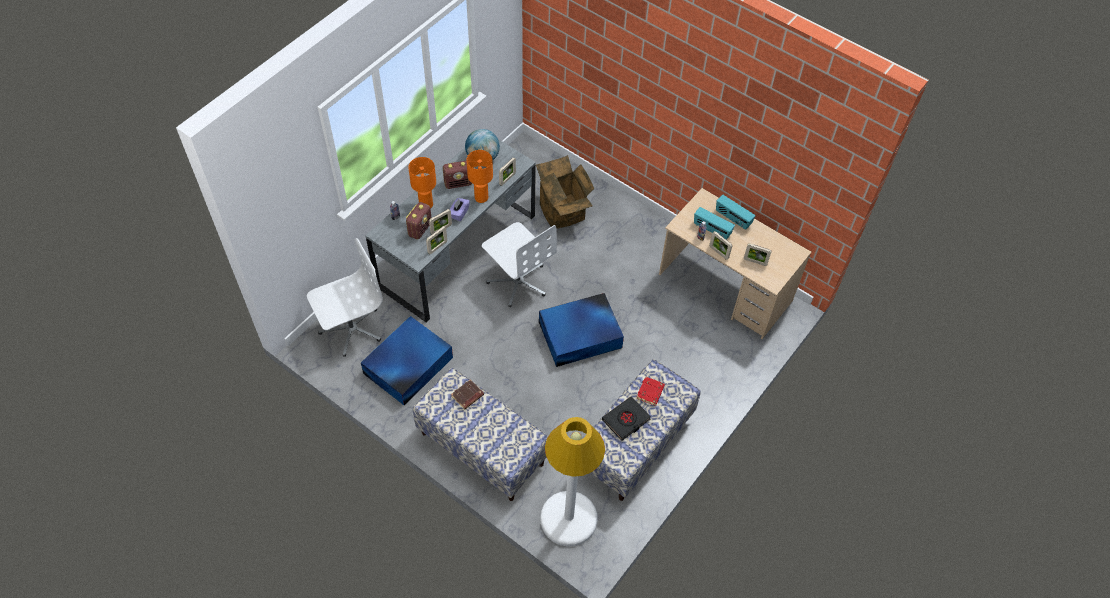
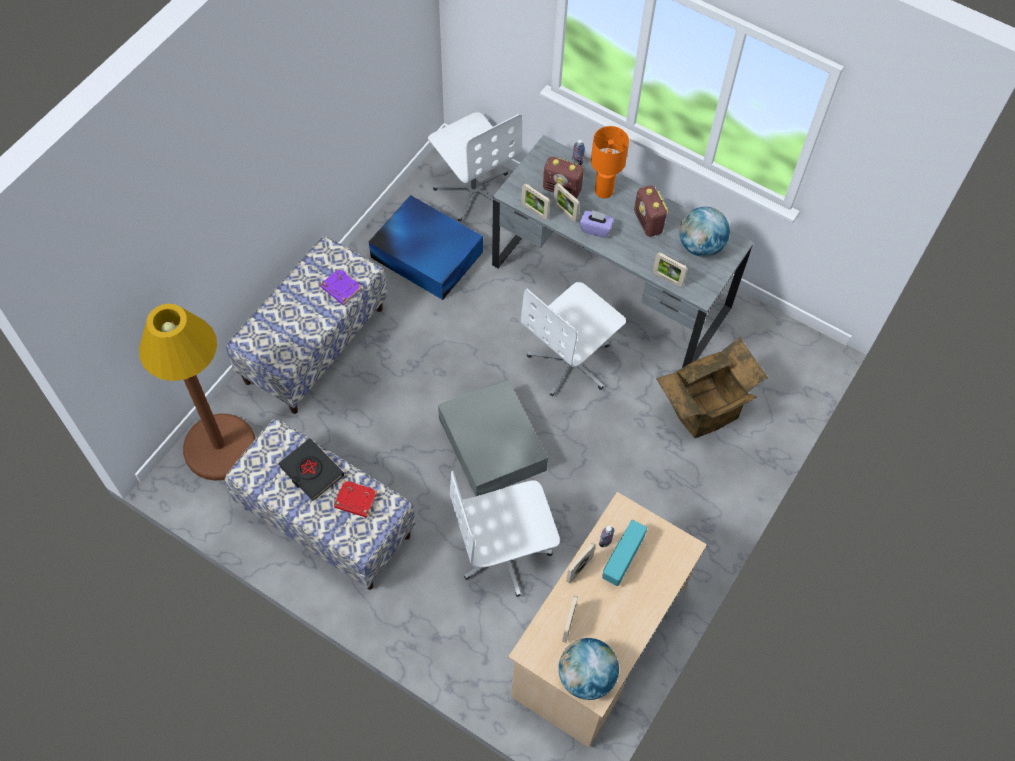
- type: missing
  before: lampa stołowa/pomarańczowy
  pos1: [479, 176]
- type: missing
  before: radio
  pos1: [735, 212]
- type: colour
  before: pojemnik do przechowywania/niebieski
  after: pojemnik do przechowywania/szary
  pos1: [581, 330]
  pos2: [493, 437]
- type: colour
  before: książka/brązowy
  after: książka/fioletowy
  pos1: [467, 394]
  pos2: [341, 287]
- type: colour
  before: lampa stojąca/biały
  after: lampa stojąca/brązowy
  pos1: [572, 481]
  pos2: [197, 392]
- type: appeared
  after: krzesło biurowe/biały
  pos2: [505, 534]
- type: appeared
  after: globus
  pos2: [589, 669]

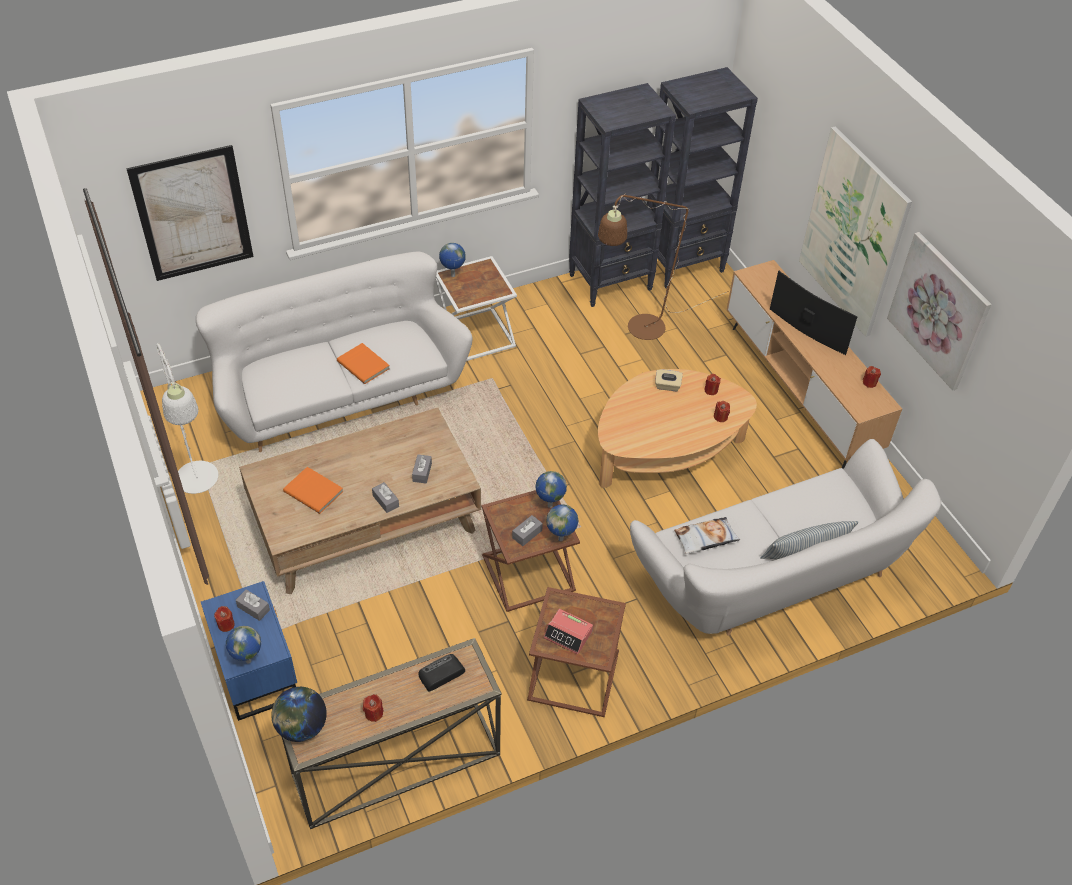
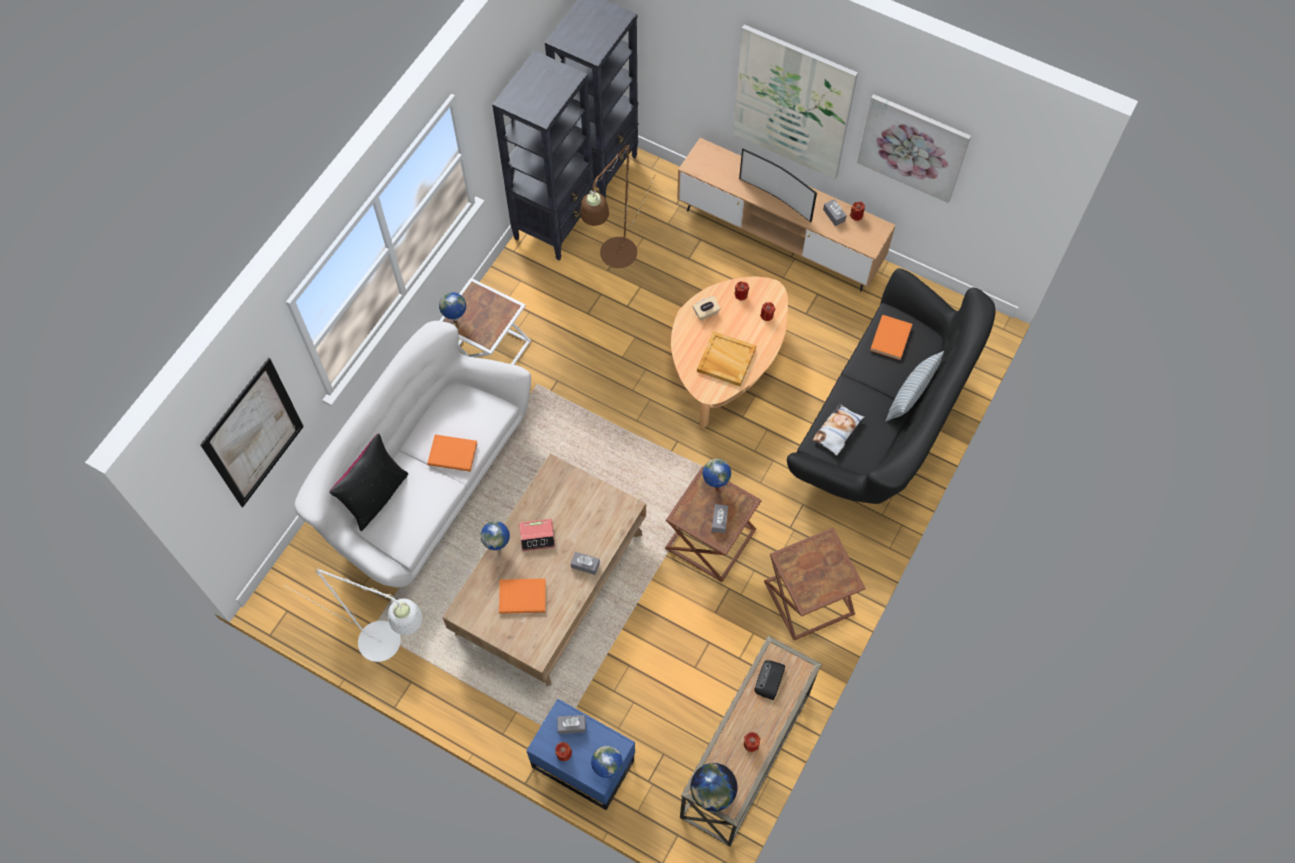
- type: spun
  before: telewizor
  pos1: [814, 313]
  pos2: [778, 185]
  turn: -150
- type: colour
  before: kanapa/biały
  after: kanapa/czarny
  pos1: [785, 537]
  pos2: [891, 386]
- type: relocated
  before: pudełko chusteczek/szary
  pos1: [422, 469]
  pos2: [835, 212]
- type: relocated
  before: globus
  pos1: [562, 522]
  pos2: [495, 535]
- type: relocated
  before: budzik
  pos1: [568, 632]
  pos2: [537, 535]
- type: appeared
  after: książka/pomarańczowy
  pos2: [891, 337]
- type: appeared
  after: taca/beżowy
  pos2: [726, 359]
- type: appeared
  after: poduszka/czarny
  pos2: [368, 482]

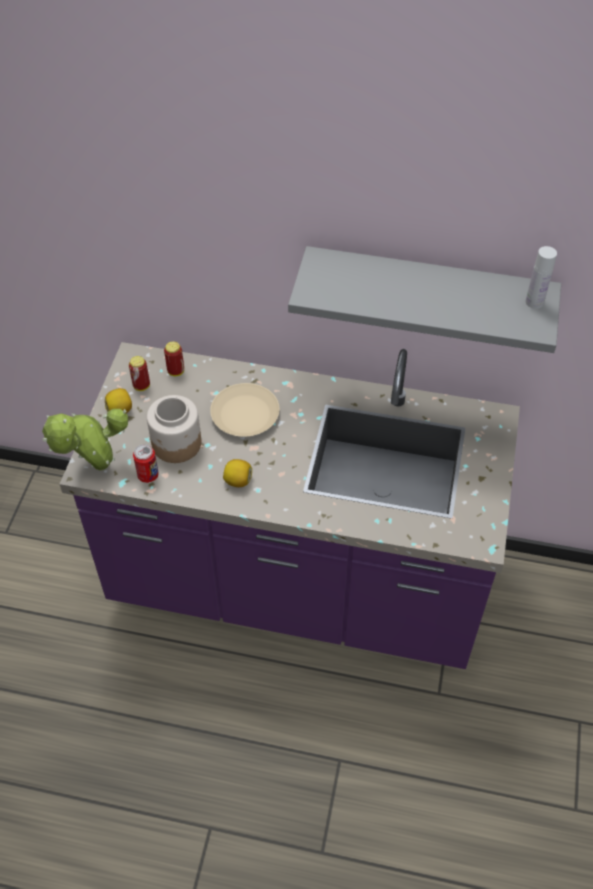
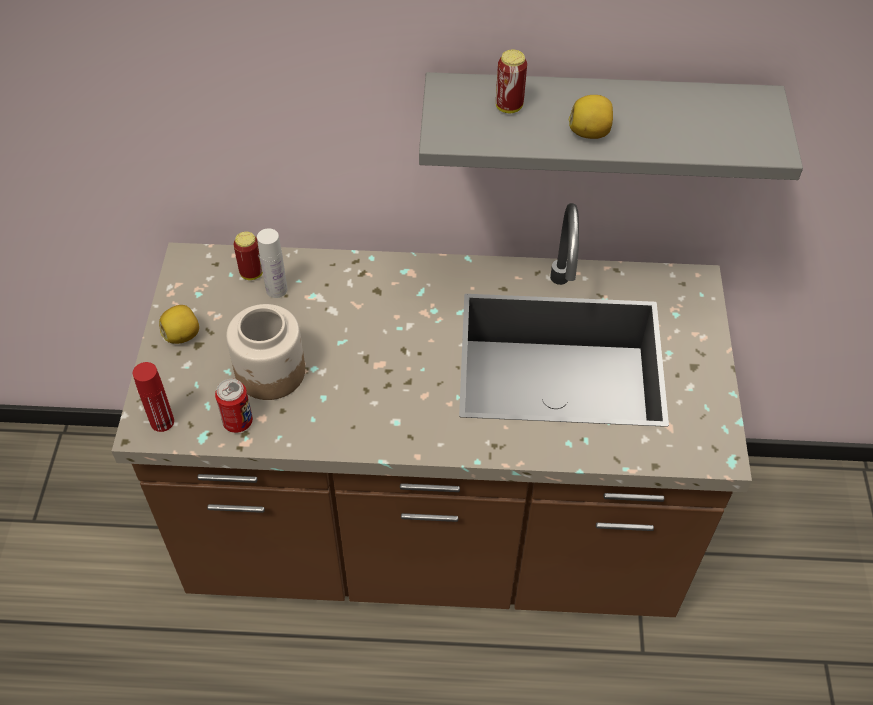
- type: relocated
  before: butelka/biały
  pos1: [541, 277]
  pos2: [272, 263]
- type: colour
  before: zabudowa kuchenna/fioletowy
  after: zabudowa kuchenna/brązowy
  pos1: [290, 505]
  pos2: [432, 410]
- type: relocated
  before: puszka
  pos1: [139, 373]
  pos2: [511, 81]
- type: missing
  before: talerz/beżowy
  pos1: [244, 410]
- type: exchanged
  before: roślina doniczkowa
  after: butelka/czerwony
  pos1: [85, 439]
  pos2: [153, 397]
- type: relocated
  before: cytryna
  pos1: [237, 473]
  pos2: [591, 117]

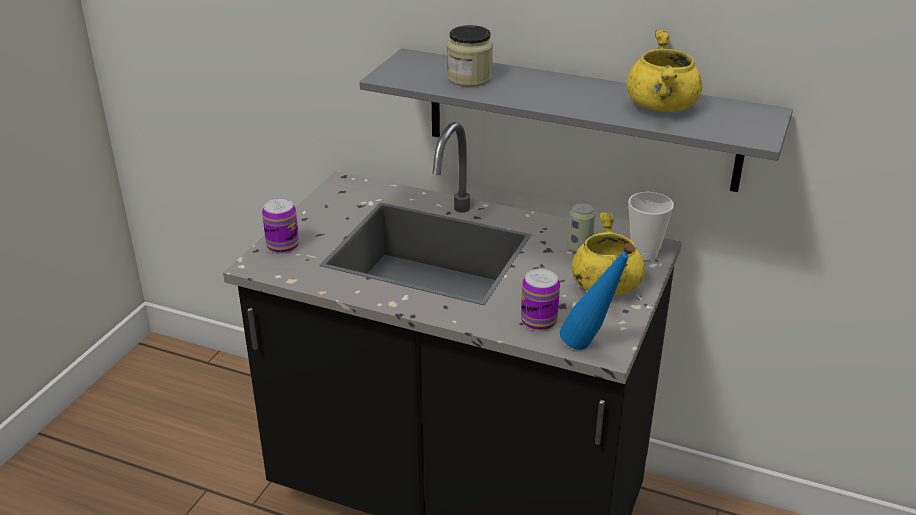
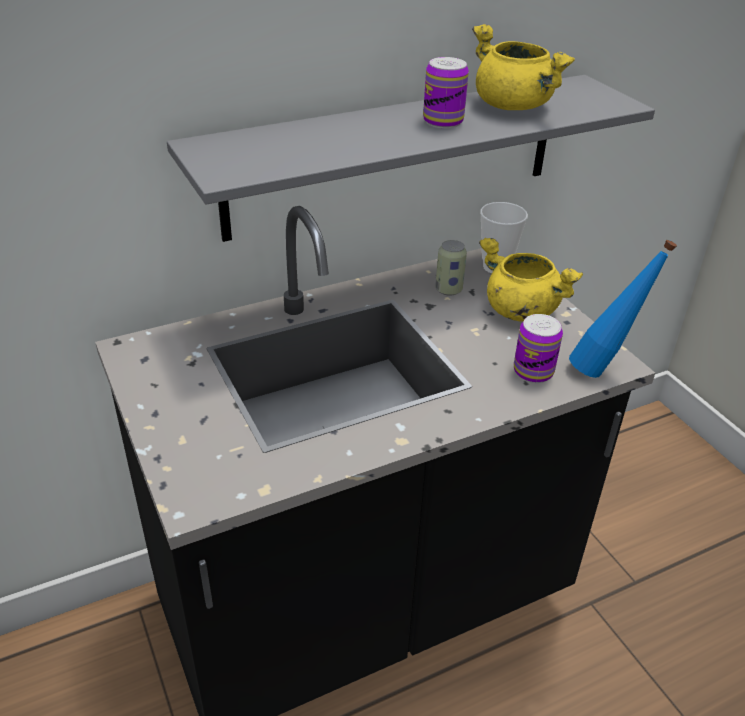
- type: missing
  before: słoik
  pos1: [470, 56]
- type: relocated
  before: puszka
  pos1: [280, 226]
  pos2: [446, 93]

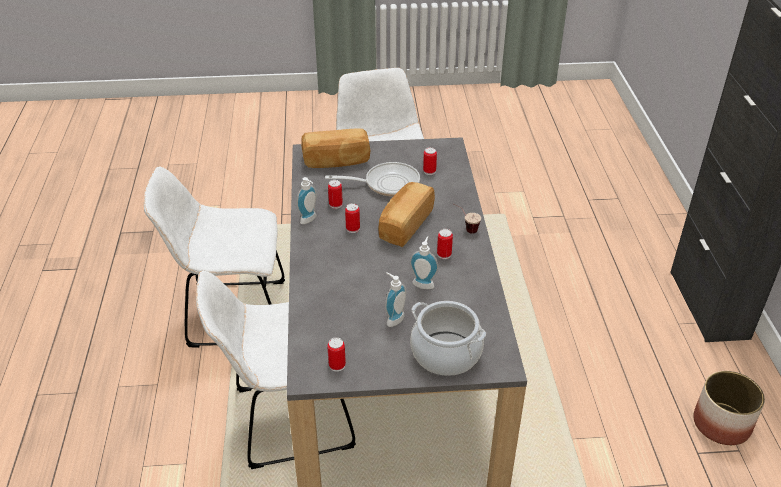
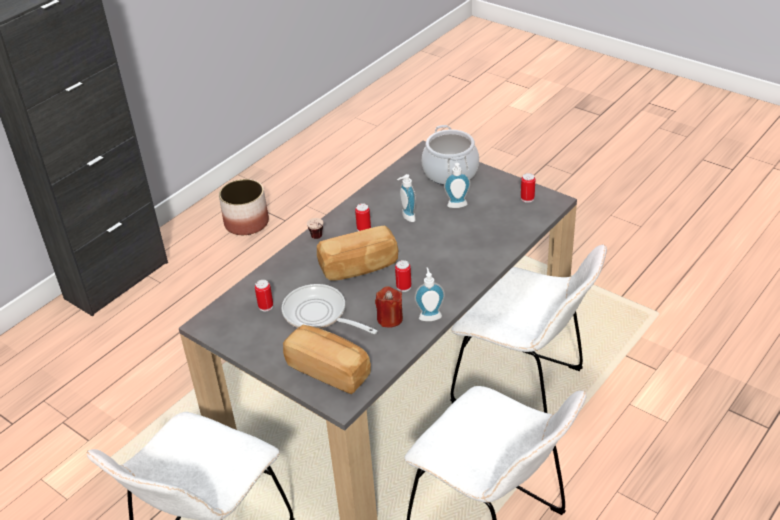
- type: exchanged
  before: puszka
  after: świeca/czerwony
  pos1: [335, 194]
  pos2: [389, 307]

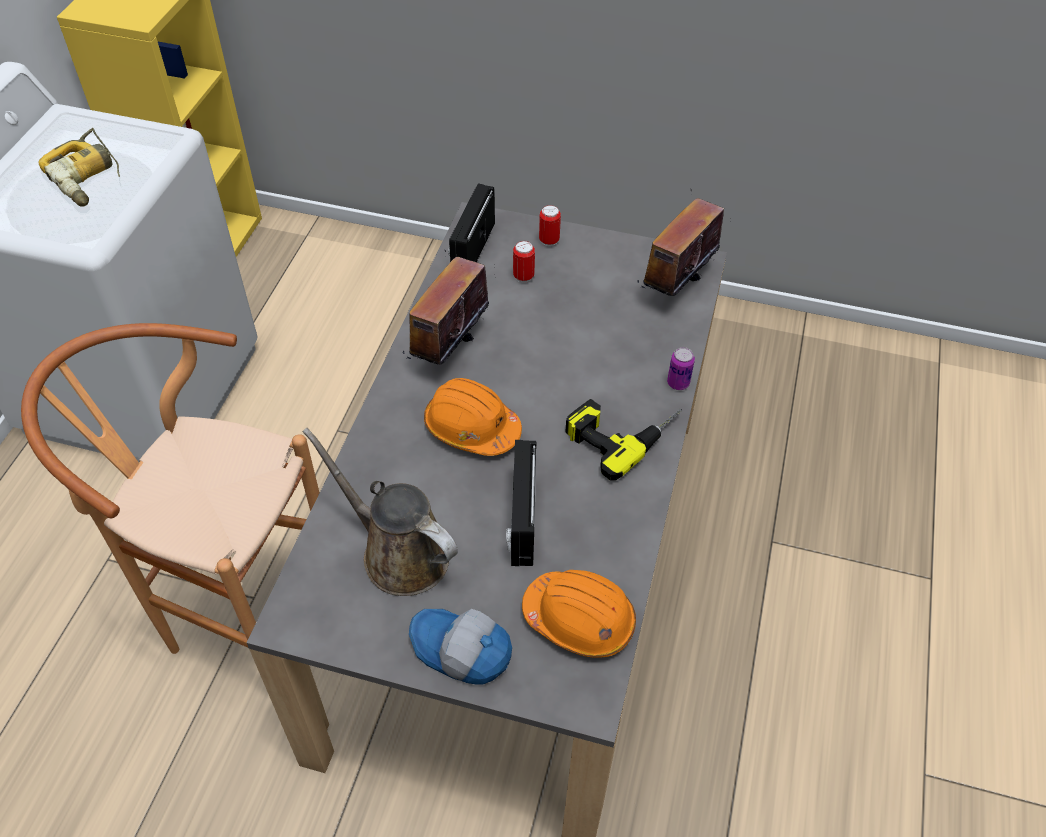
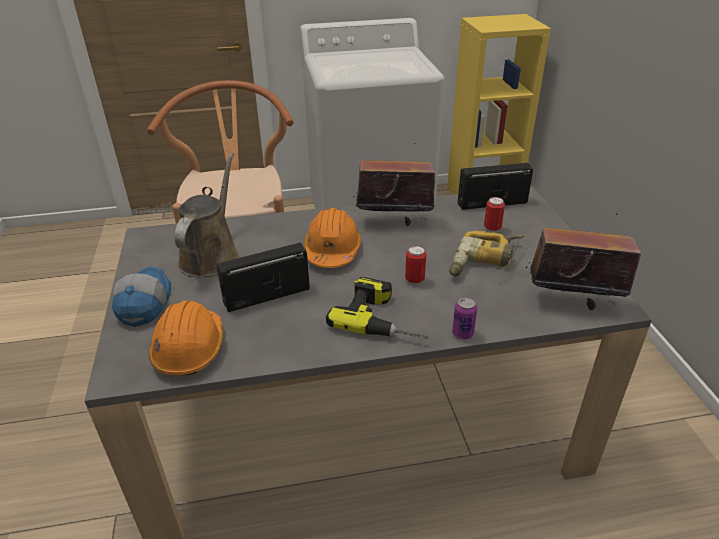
- type: relocated
  before: wiertarka
  pos1: [79, 167]
  pos2: [486, 253]
- type: relocated
  before: puszka
  pos1: [550, 225]
  pos2: [416, 265]

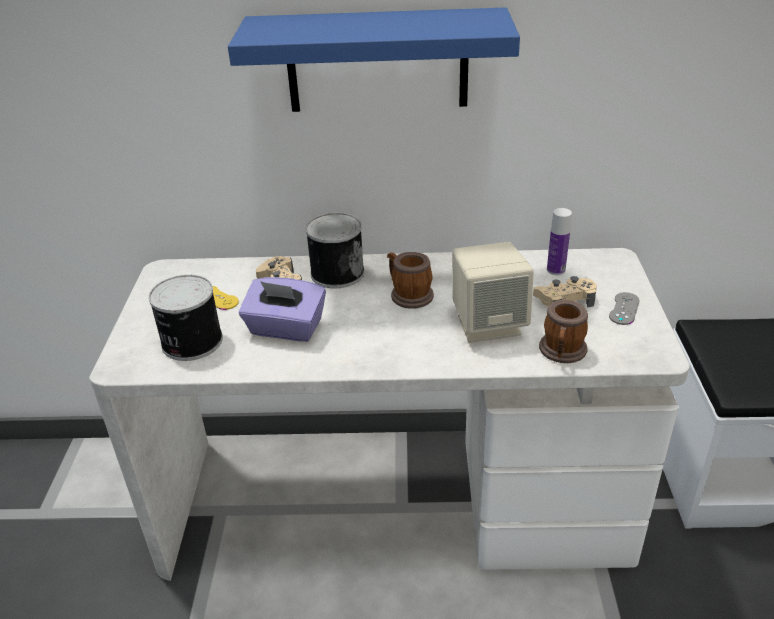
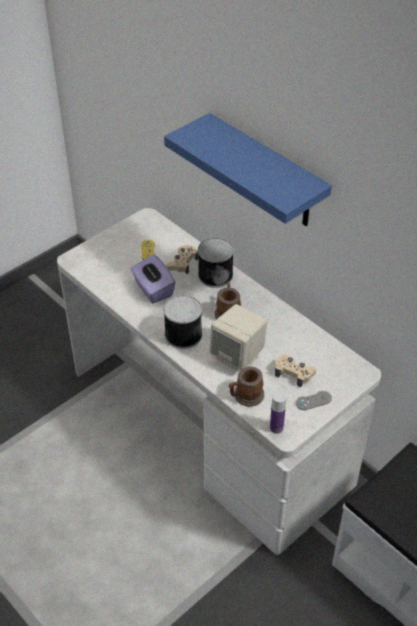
- type: relocated
  before: butelka
  pos1: [559, 241]
  pos2: [278, 413]
- type: relocated
  before: puszka
  pos1: [185, 318]
  pos2: [182, 322]

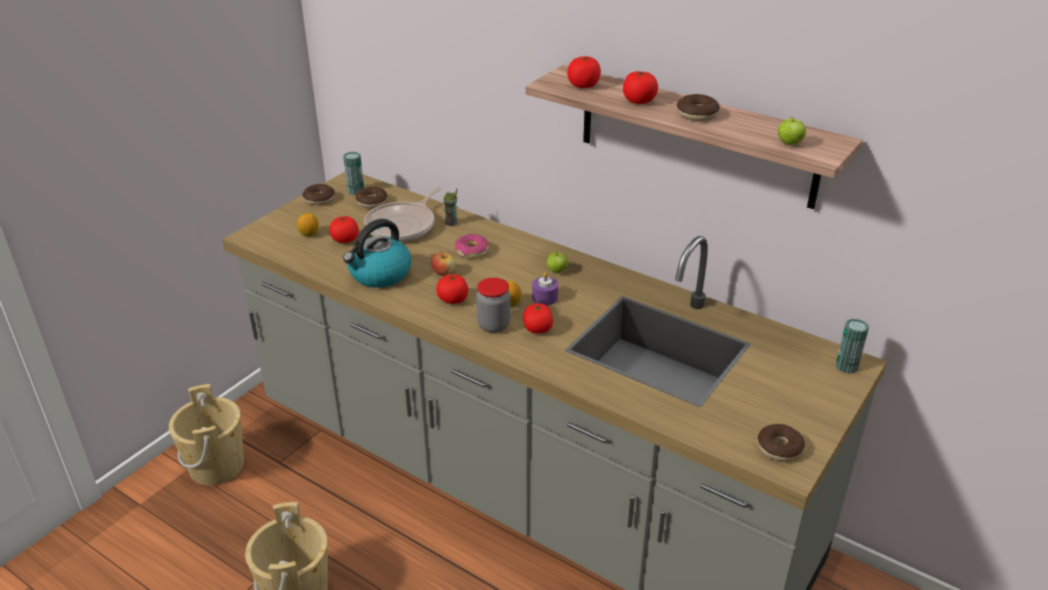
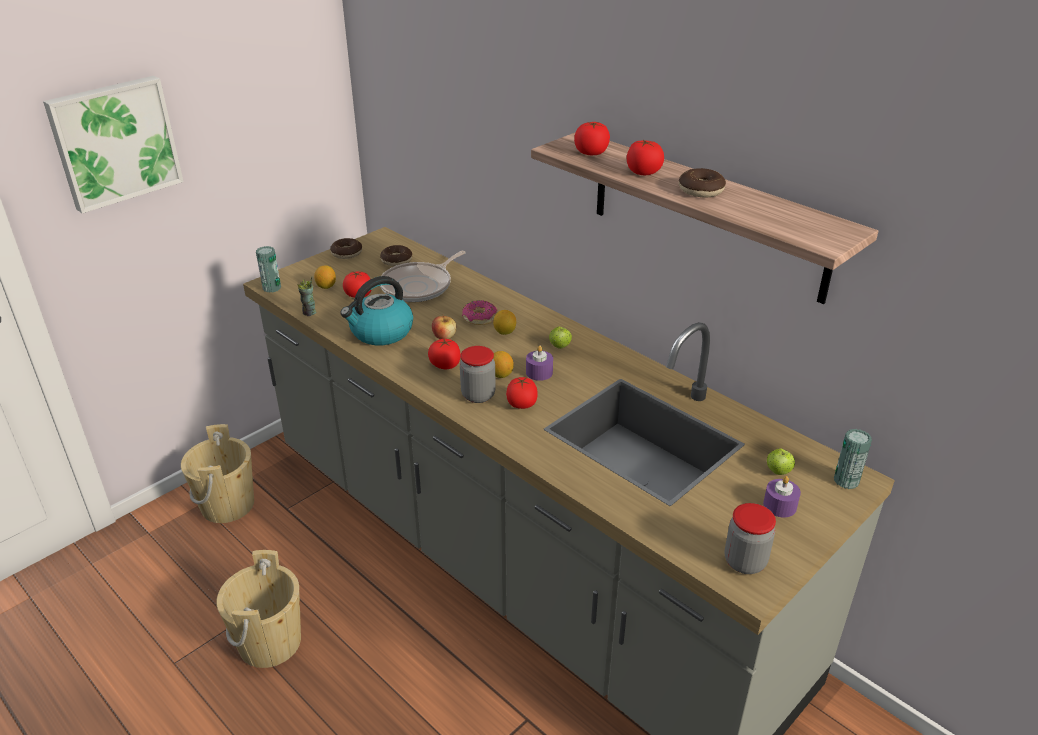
- type: relocated
  before: jabłko
  pos1: [792, 131]
  pos2: [781, 461]
- type: relocated
  before: puszka
  pos1: [353, 173]
  pos2: [268, 269]
- type: relocated
  before: filiżanka
  pos1: [450, 207]
  pos2: [306, 296]
- type: exchanged
  before: donut
  after: słoik
  pos1: [781, 442]
  pos2: [750, 538]
- type: appeared
  after: obraz
  pos2: [113, 144]
- type: appeared
  after: cytryna
  pos2: [504, 322]
- type: appeared
  after: świeca/fioletowy
  pos2: [782, 496]

